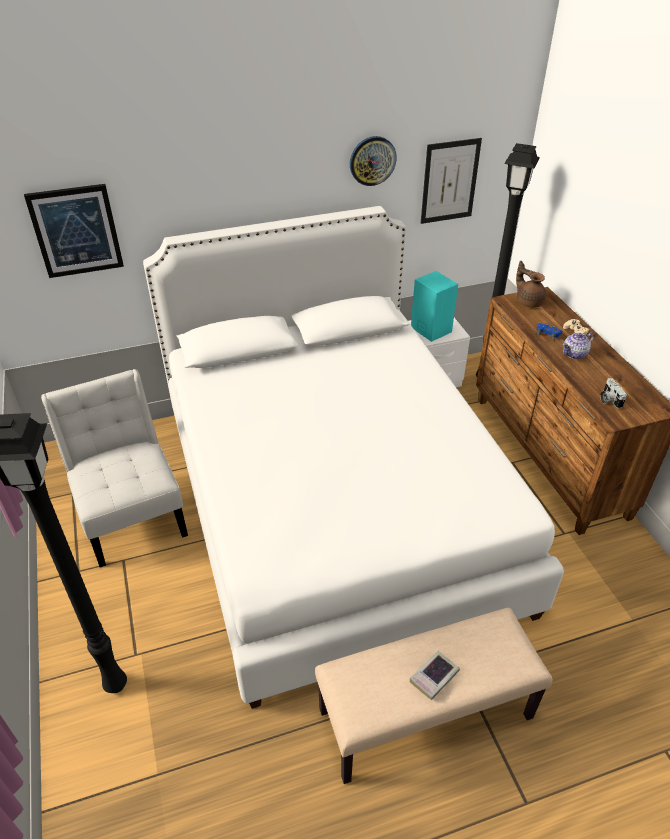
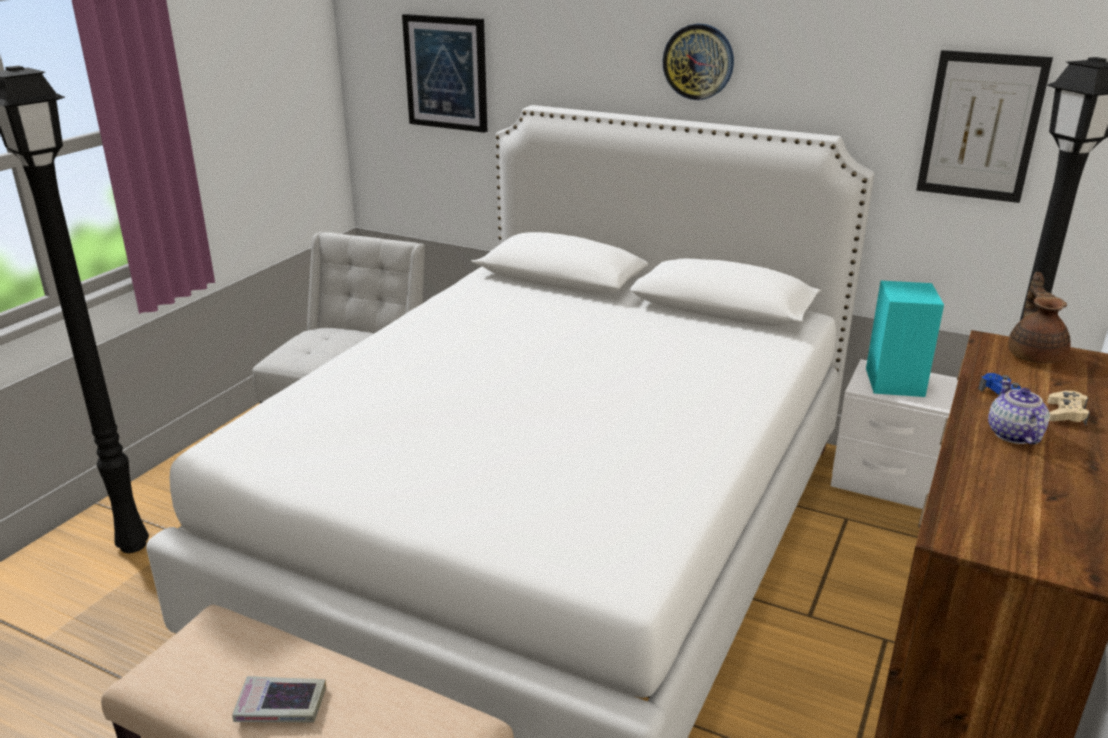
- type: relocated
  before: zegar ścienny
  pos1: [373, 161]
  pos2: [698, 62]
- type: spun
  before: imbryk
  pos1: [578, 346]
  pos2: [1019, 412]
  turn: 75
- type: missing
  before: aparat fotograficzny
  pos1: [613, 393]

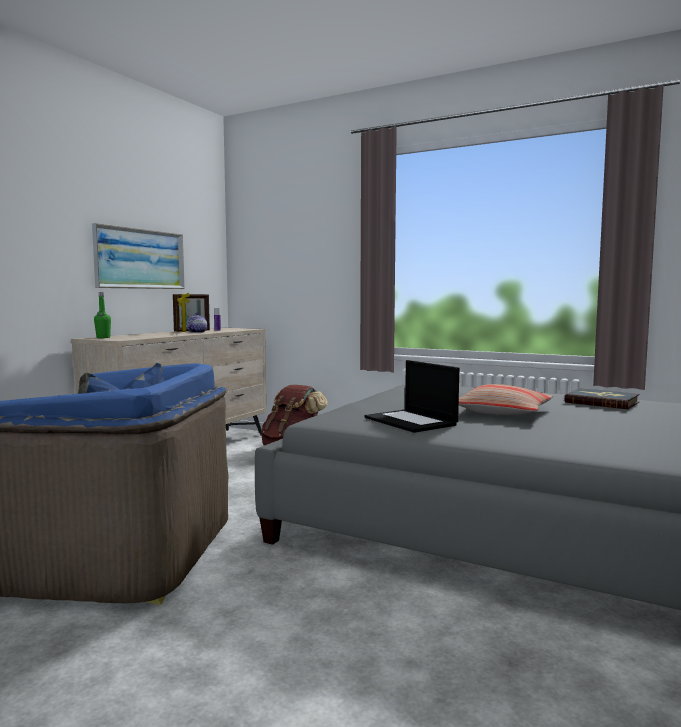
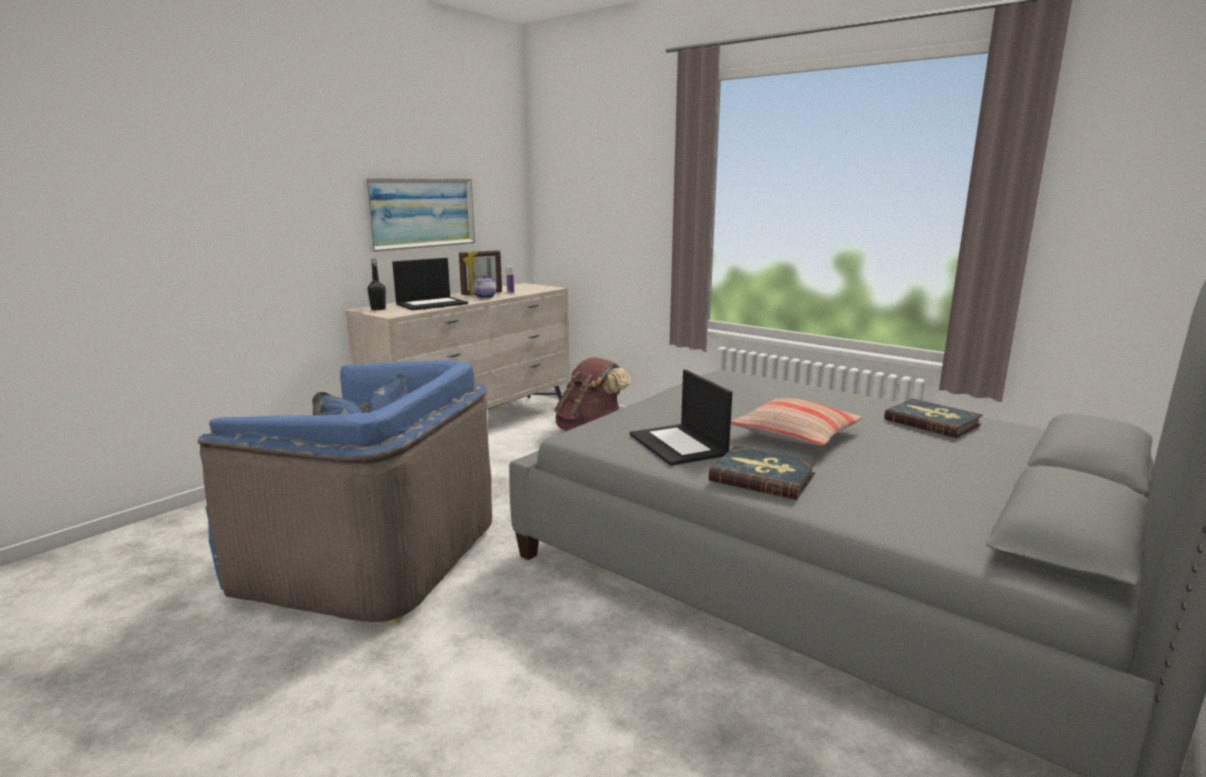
- type: colour
  before: butelka/zielony
  after: butelka/czarny
  pos1: [102, 315]
  pos2: [376, 284]
- type: appeared
  after: laptop
  pos2: [430, 284]
- type: appeared
  after: książka
  pos2: [762, 473]

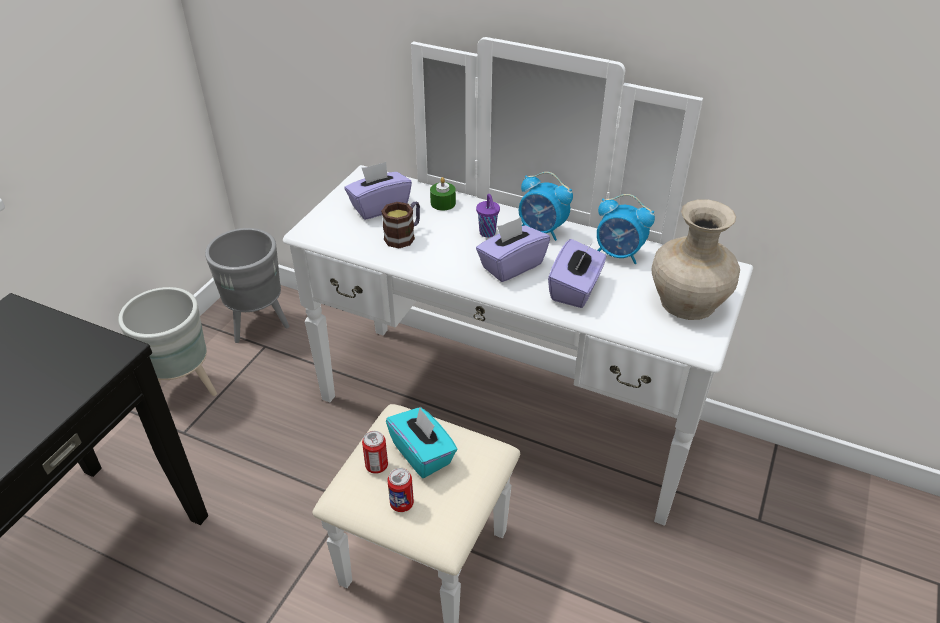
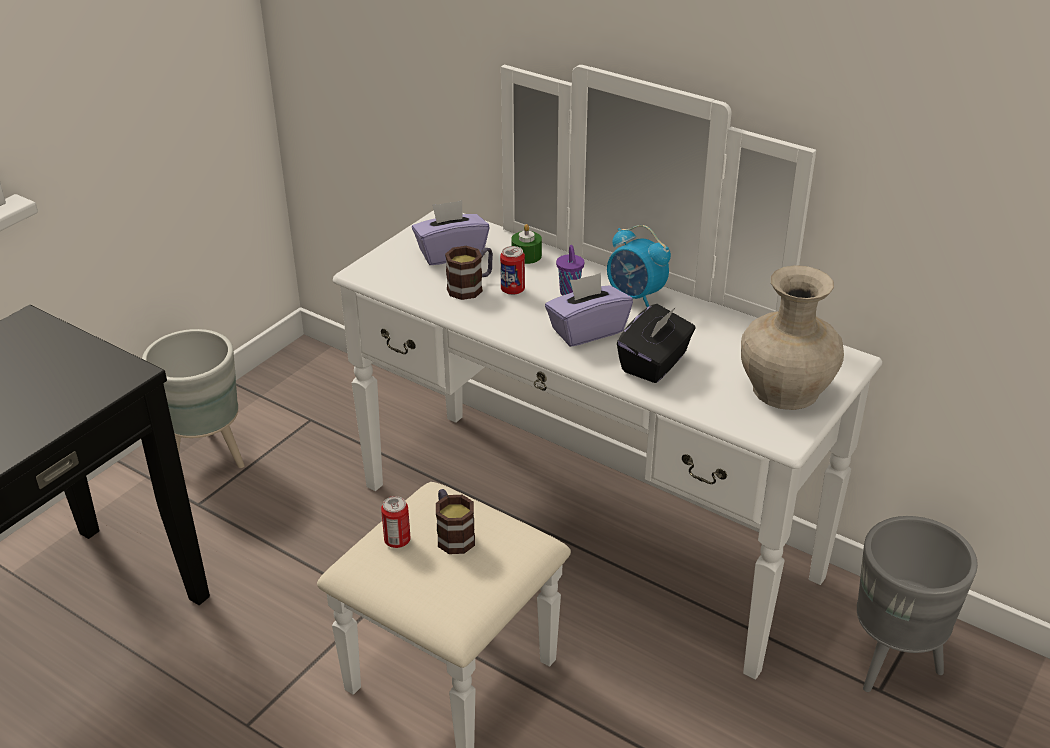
- type: missing
  before: budzik
  pos1: [626, 229]
- type: relocated
  before: donica/szary
  pos1: [247, 285]
  pos2: [917, 604]
- type: colour
  before: pudełko chusteczek/fioletowy
  after: pudełko chusteczek/czarny
  pos1: [577, 273]
  pos2: [656, 343]
- type: exchanged
  before: pudełko chusteczek/turkusowy
  after: kubek
  pos1: [422, 442]
  pos2: [455, 521]
- type: relocated
  before: puszka
  pos1: [400, 490]
  pos2: [512, 270]

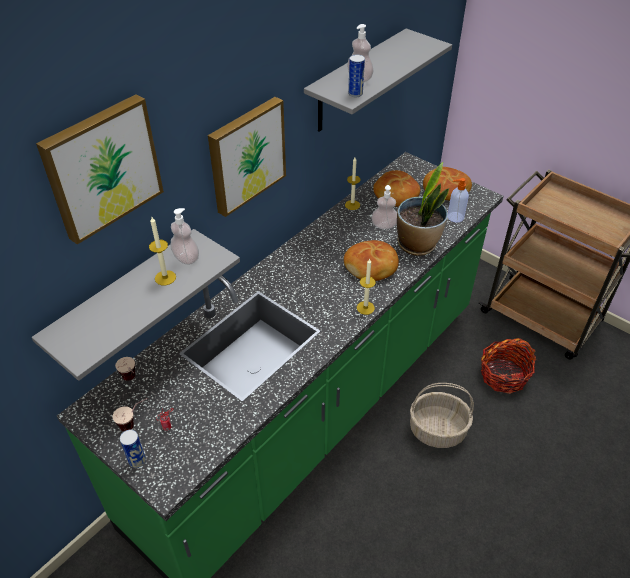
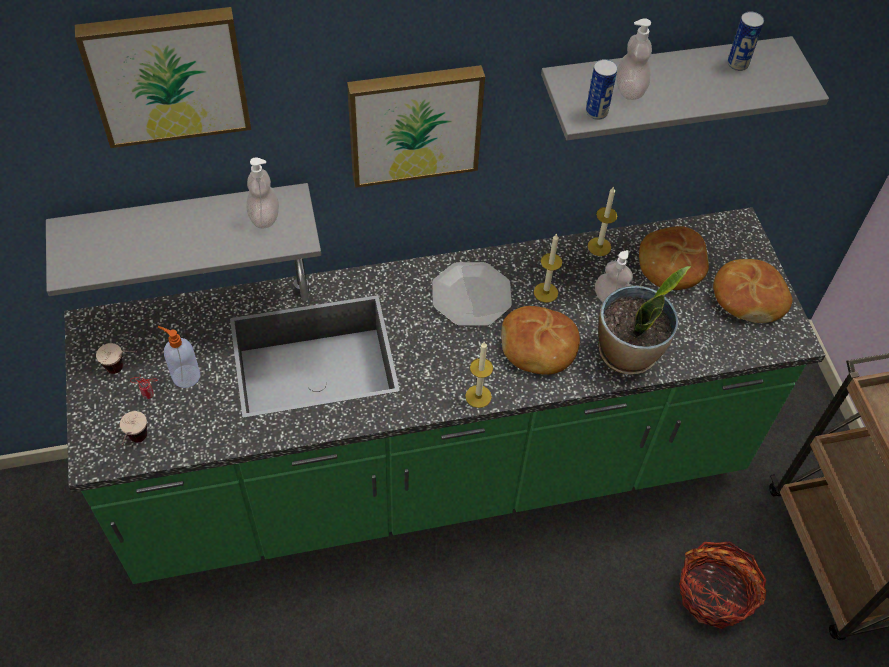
- type: relocated
  before: dozownik mydła
  pos1: [458, 200]
  pos2: [179, 357]
- type: relocated
  before: świeca
  pos1: [162, 251]
  pos2: [548, 268]
- type: relocated
  before: filiżanka
  pos1: [125, 369]
  pos2: [133, 428]
- type: missing
  before: koszyk
  pos1: [442, 415]
- type: relocated
  before: puszka
  pos1: [133, 449]
  pos2: [746, 41]
- type: appeared
  after: talerz
  pos2: [472, 294]

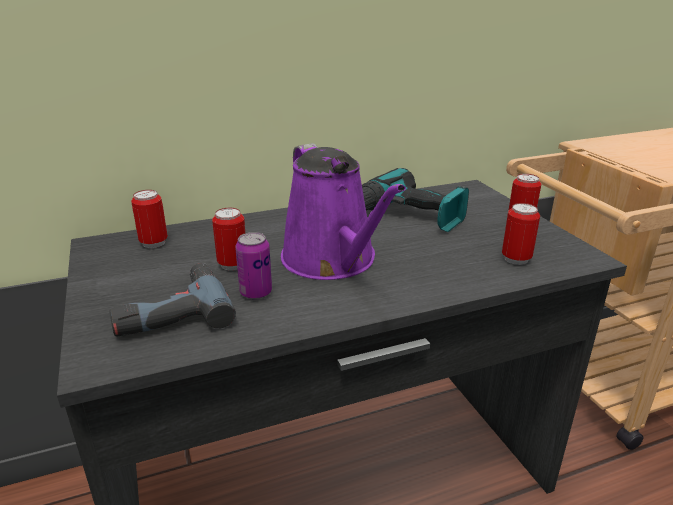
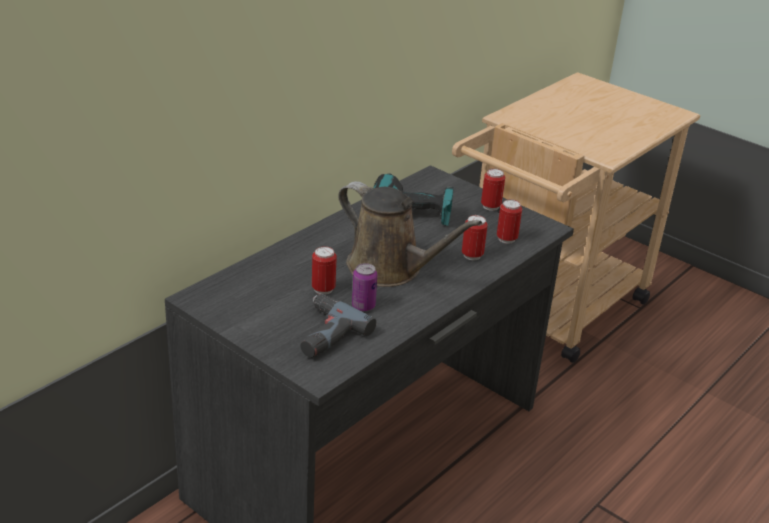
- type: colour
  before: konewka/fioletowy
  after: konewka/brązowy
  pos1: [343, 211]
  pos2: [410, 234]
- type: relocated
  before: puszka
  pos1: [149, 219]
  pos2: [475, 237]

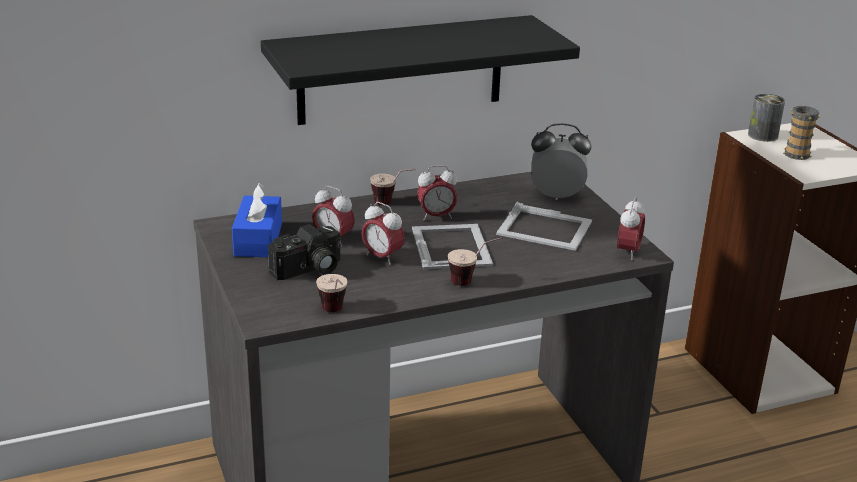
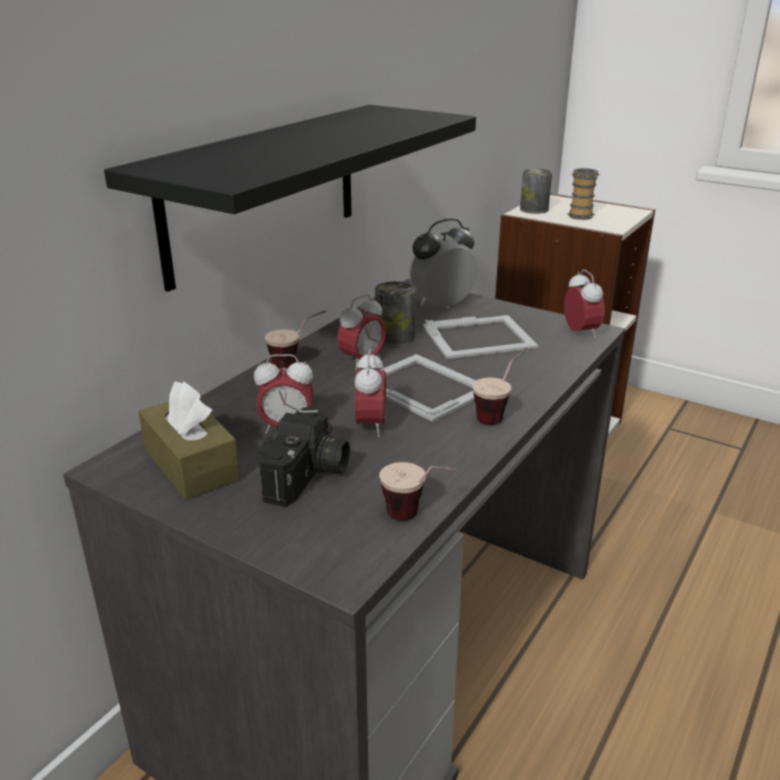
- type: colour
  before: pudełko chusteczek/niebieski
  after: pudełko chusteczek/brązowy
  pos1: [257, 220]
  pos2: [189, 440]
- type: spun
  before: budzik
  pos1: [383, 233]
  pos2: [370, 393]
  turn: -90
- type: appeared
  after: puszka
  pos2: [395, 314]

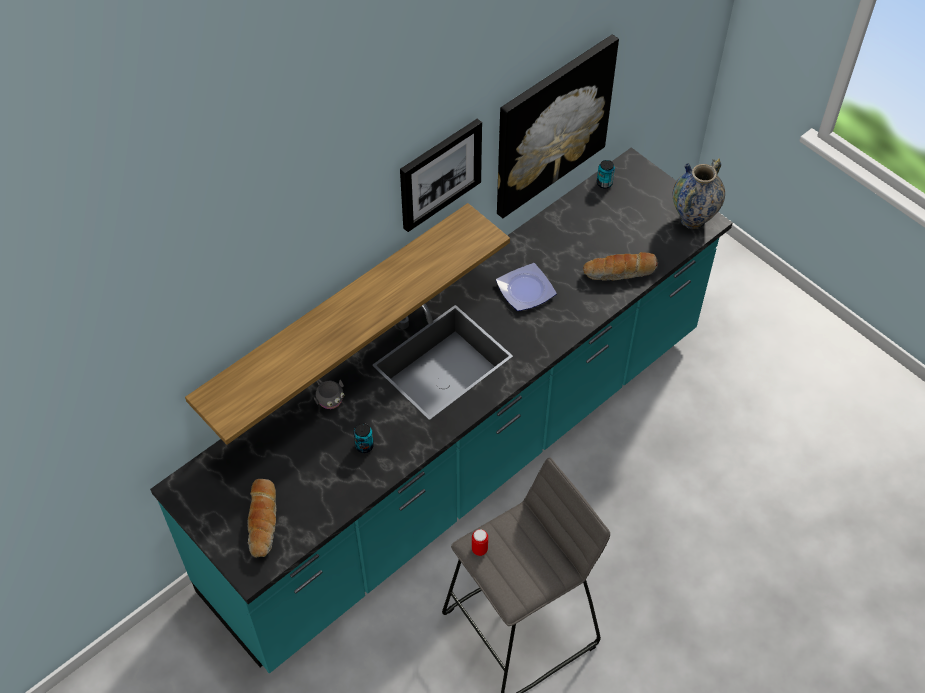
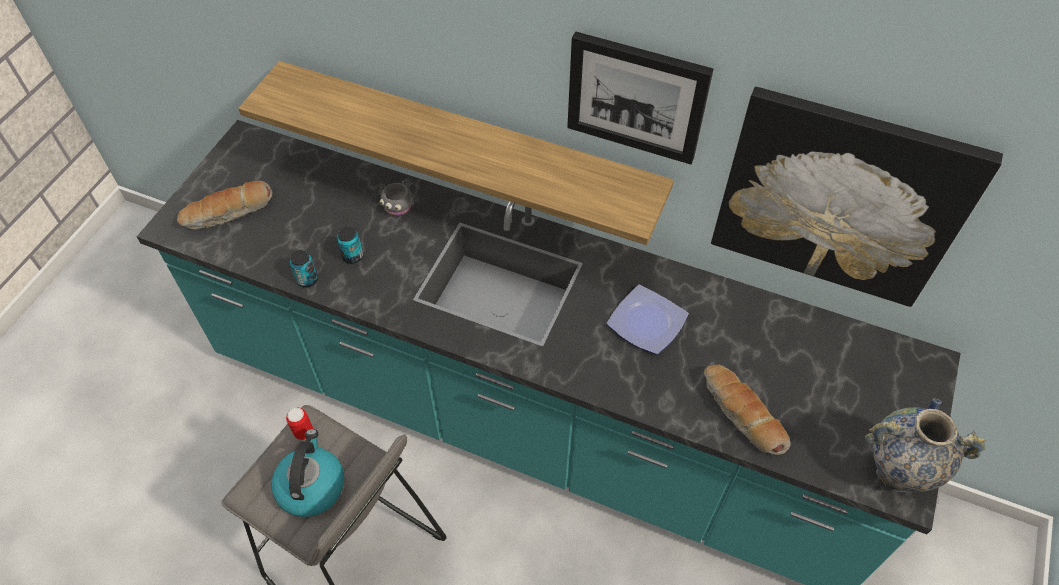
- type: relocated
  before: puszka
  pos1: [606, 174]
  pos2: [304, 268]
- type: appeared
  after: czajnik
  pos2: [307, 473]

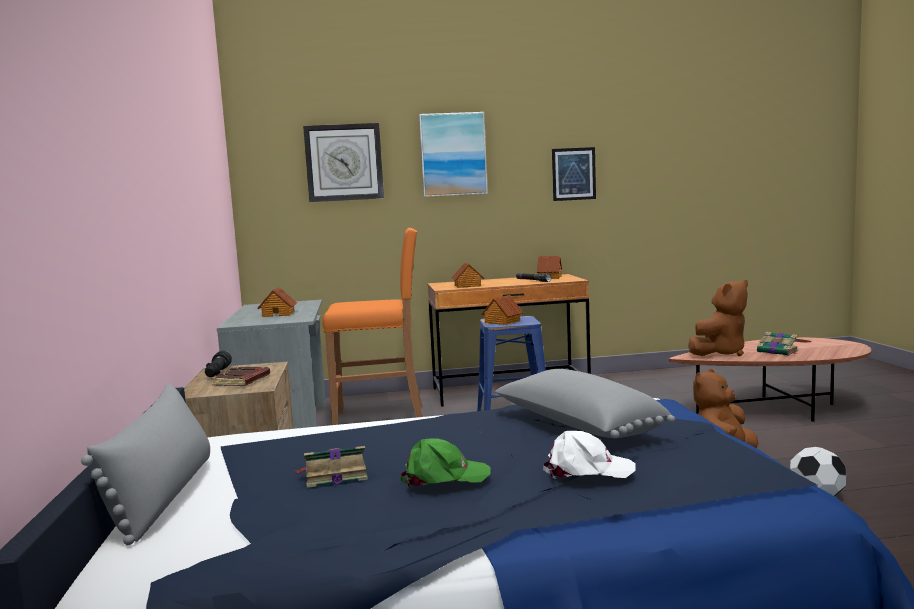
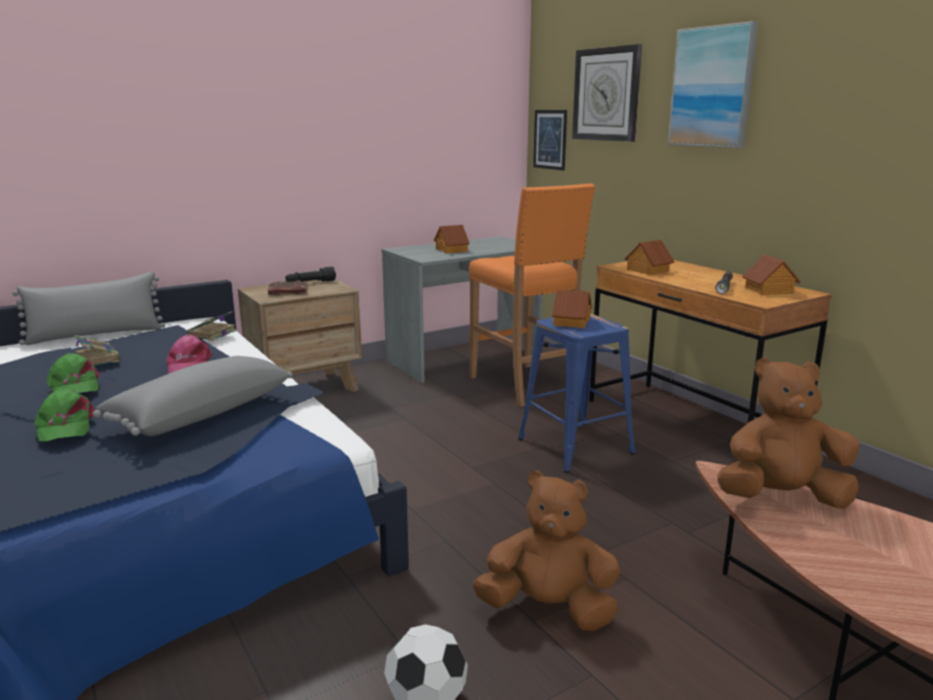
- type: relocated
  before: obraz
  pos1: [574, 174]
  pos2: [550, 140]
- type: spun
  before: pluszak/brązowy
  pos1: [718, 318]
  pos2: [788, 433]
  turn: 150
- type: relocated
  before: książka
  pos1: [777, 344]
  pos2: [212, 326]
- type: colour
  before: czapka z daszkiem/biały
  after: czapka z daszkiem/zielony
  pos1: [589, 455]
  pos2: [64, 414]
- type: appeared
  after: czapka z daszkiem/różowy
  pos2: [189, 354]

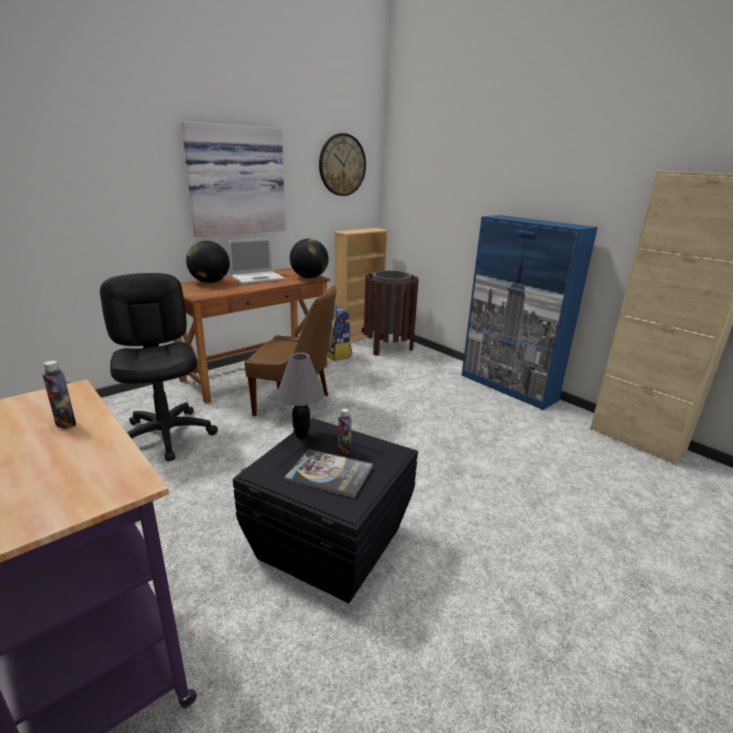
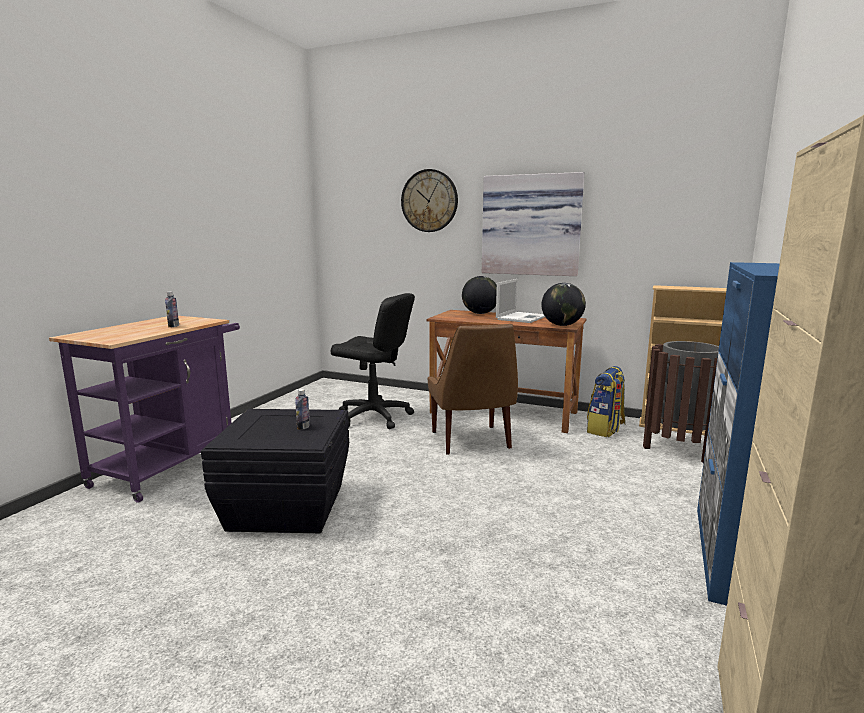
- type: relocated
  before: zegar ścienny
  pos1: [342, 164]
  pos2: [429, 200]
- type: spun
  before: laptop
  pos1: [256, 261]
  pos2: [520, 301]
  turn: -90
- type: spun
  before: krzesło biurowe/czarny
  pos1: [159, 367]
  pos2: [373, 361]
  turn: 75
- type: missing
  before: lampa stołowa/szary
  pos1: [300, 396]
- type: missing
  before: książka
  pos1: [329, 473]

